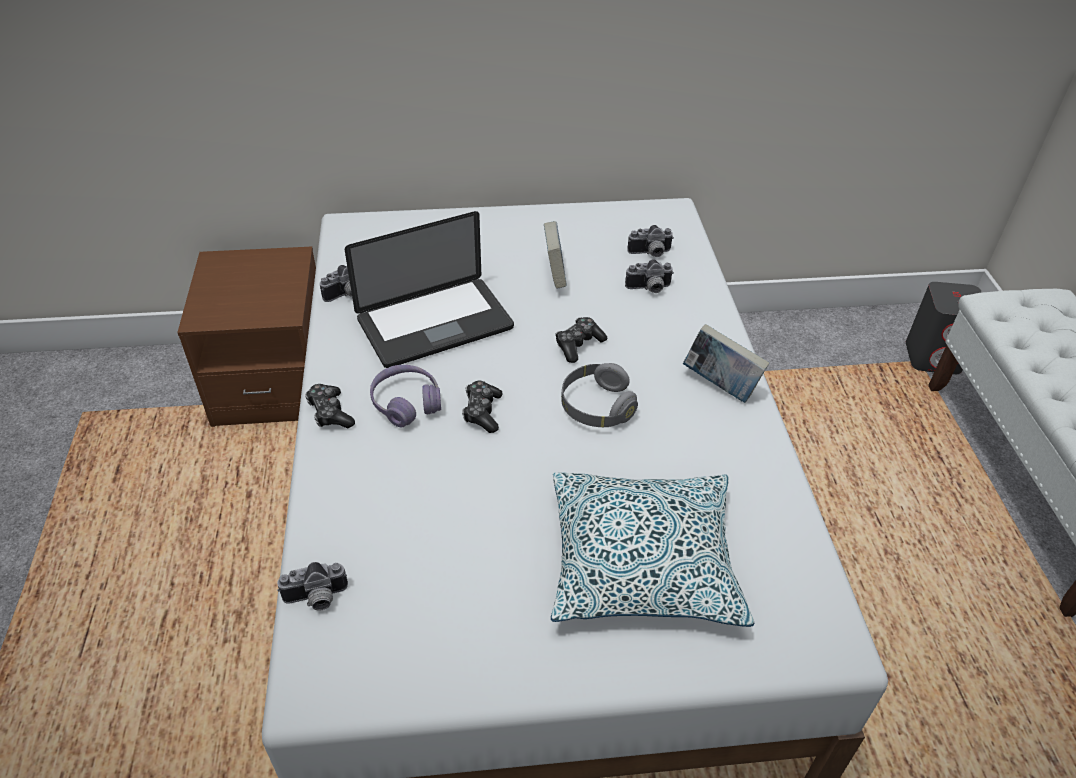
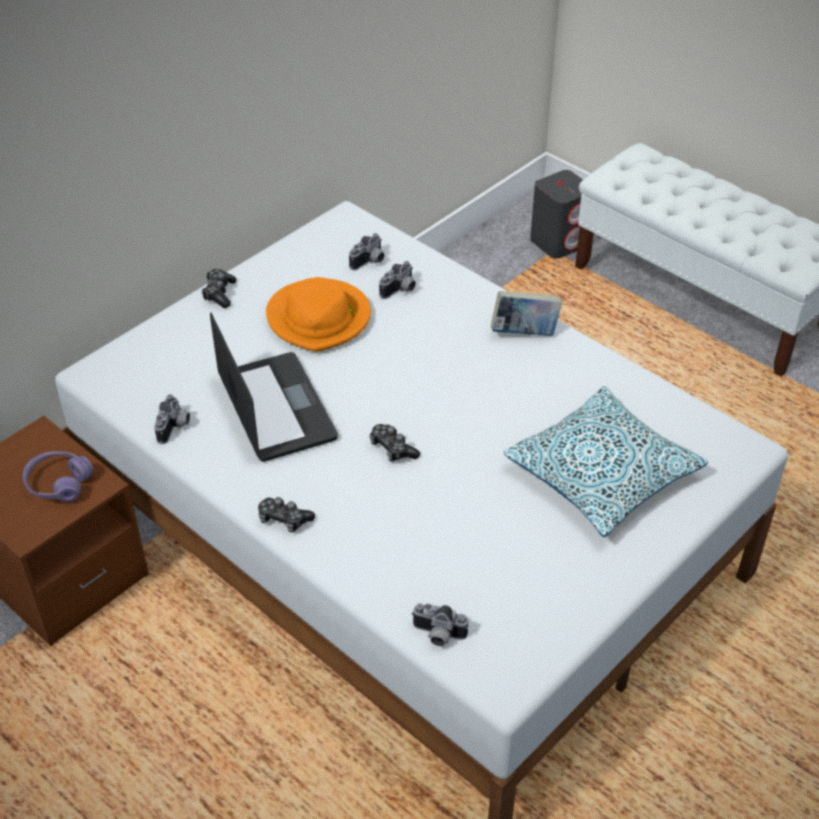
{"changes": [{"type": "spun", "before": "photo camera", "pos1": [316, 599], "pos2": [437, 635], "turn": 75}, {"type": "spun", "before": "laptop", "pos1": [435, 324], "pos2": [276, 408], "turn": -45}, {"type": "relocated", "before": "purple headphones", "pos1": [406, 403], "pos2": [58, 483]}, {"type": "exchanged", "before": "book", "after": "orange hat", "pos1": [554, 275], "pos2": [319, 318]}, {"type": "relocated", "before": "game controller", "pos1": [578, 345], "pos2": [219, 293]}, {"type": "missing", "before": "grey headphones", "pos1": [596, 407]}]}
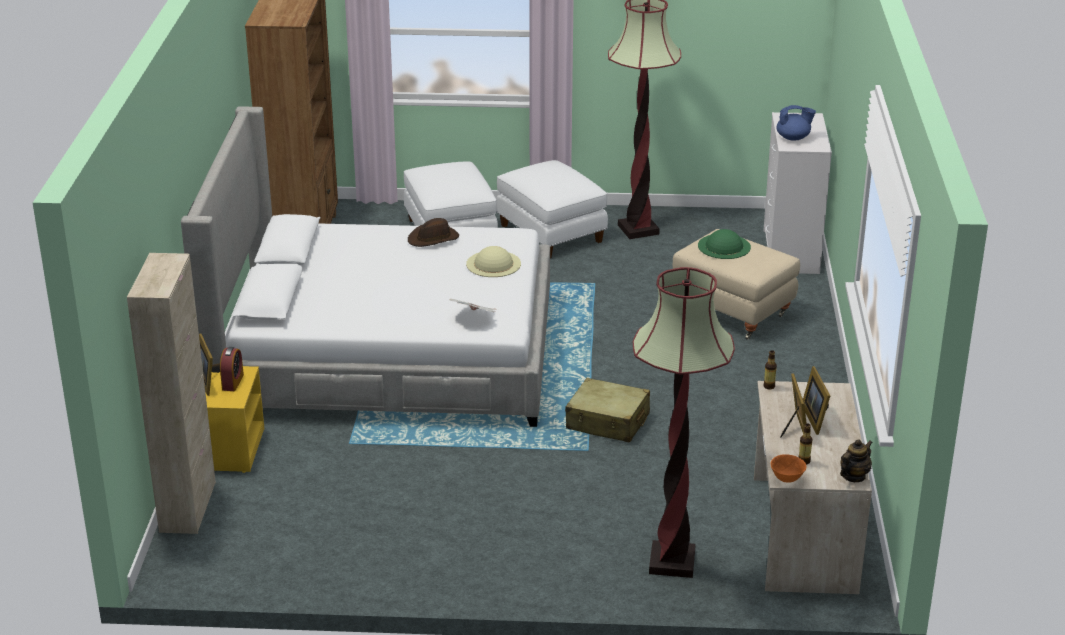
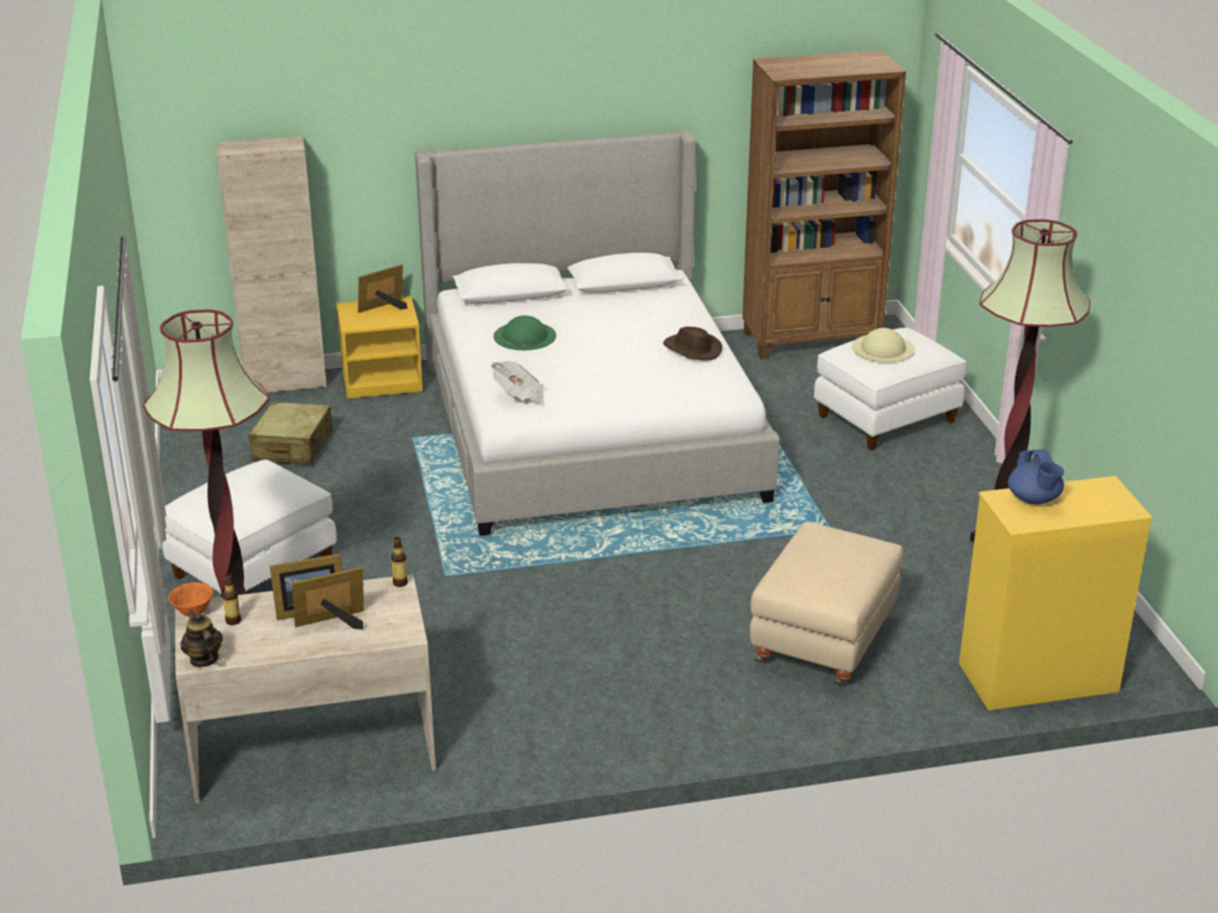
{"changes": [{"type": "missing", "before": "alarm clock", "pos1": [232, 382]}, {"type": "relocated", "before": "beige hat", "pos1": [493, 264], "pos2": [883, 348]}, {"type": "relocated", "before": "white ottoman", "pos1": [550, 233], "pos2": [253, 568]}, {"type": "relocated", "before": "beige suitcase", "pos1": [608, 422], "pos2": [292, 447]}, {"type": "relocated", "before": "green hat", "pos1": [724, 246], "pos2": [524, 336]}, {"type": "colour", "before": "white dresser", "after": "yellow dresser", "pos1": [791, 252], "pos2": [1036, 678]}, {"type": "spun", "before": "teapot", "pos1": [853, 476], "pos2": [203, 659], "turn": -150}]}
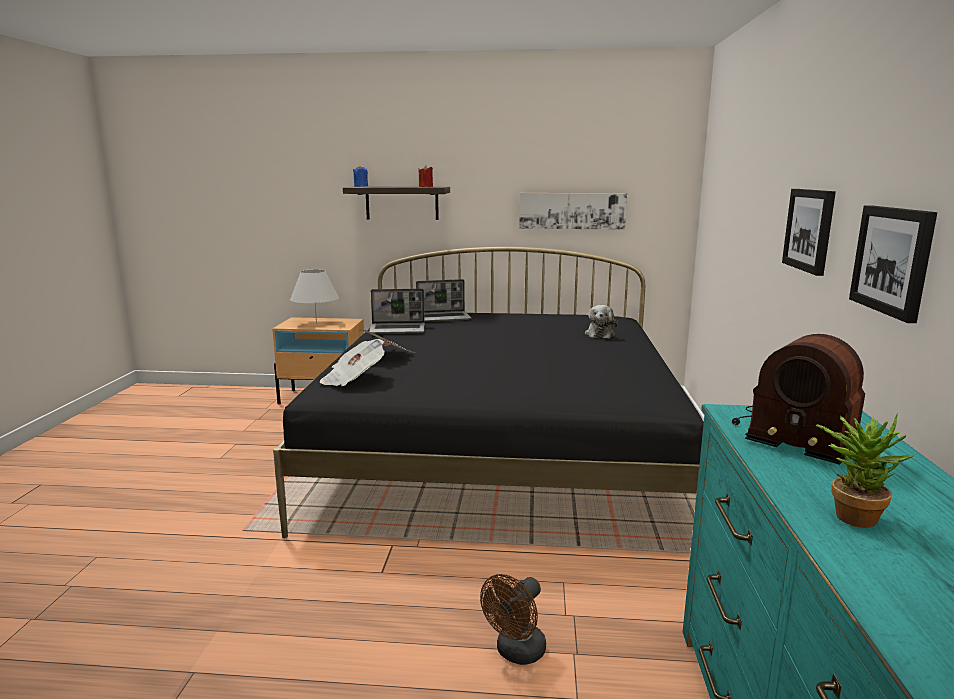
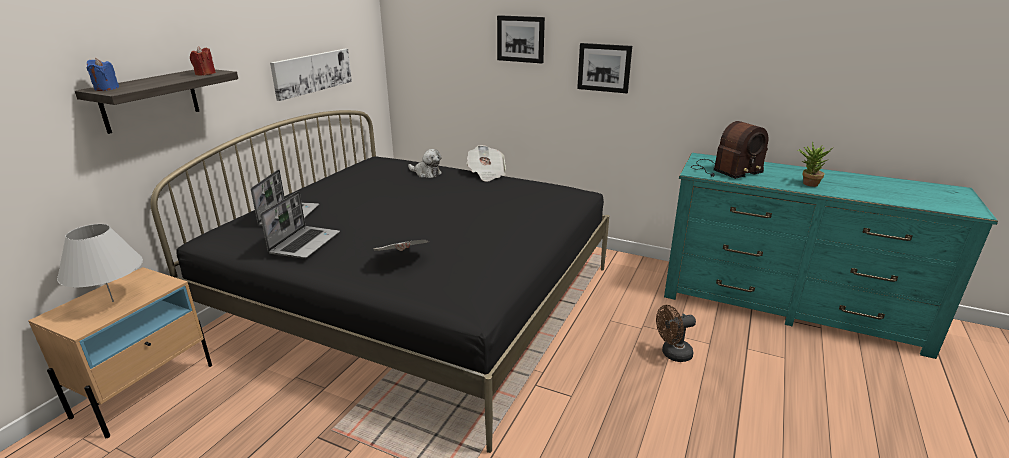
{"changes": [{"type": "relocated", "before": "newspaper", "pos1": [353, 379], "pos2": [486, 174]}, {"type": "spun", "before": "brown fan", "pos1": [516, 653], "pos2": [672, 354], "turn": 105}, {"type": "relocated", "before": "picture", "pos1": [893, 260], "pos2": [521, 39]}]}
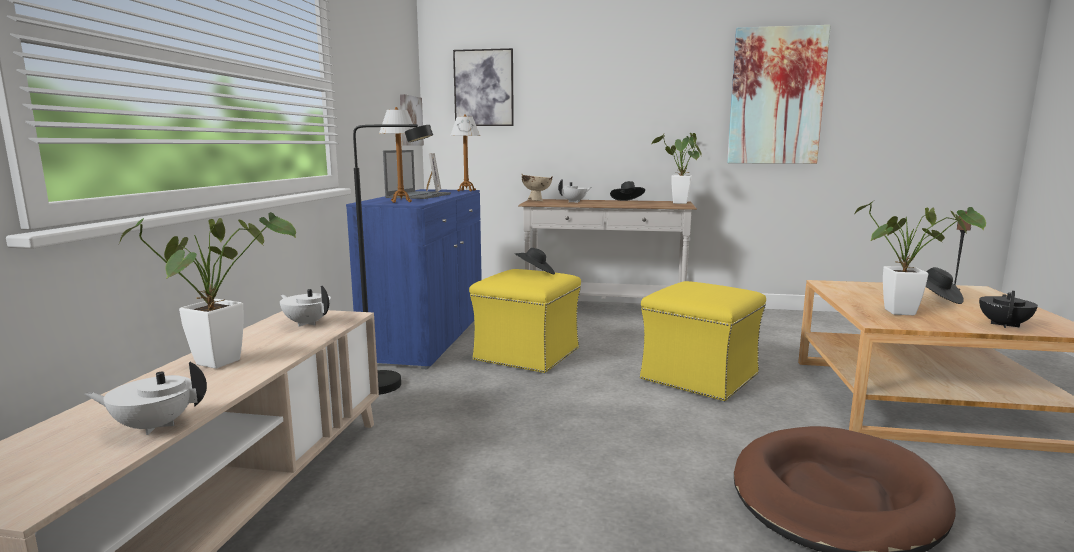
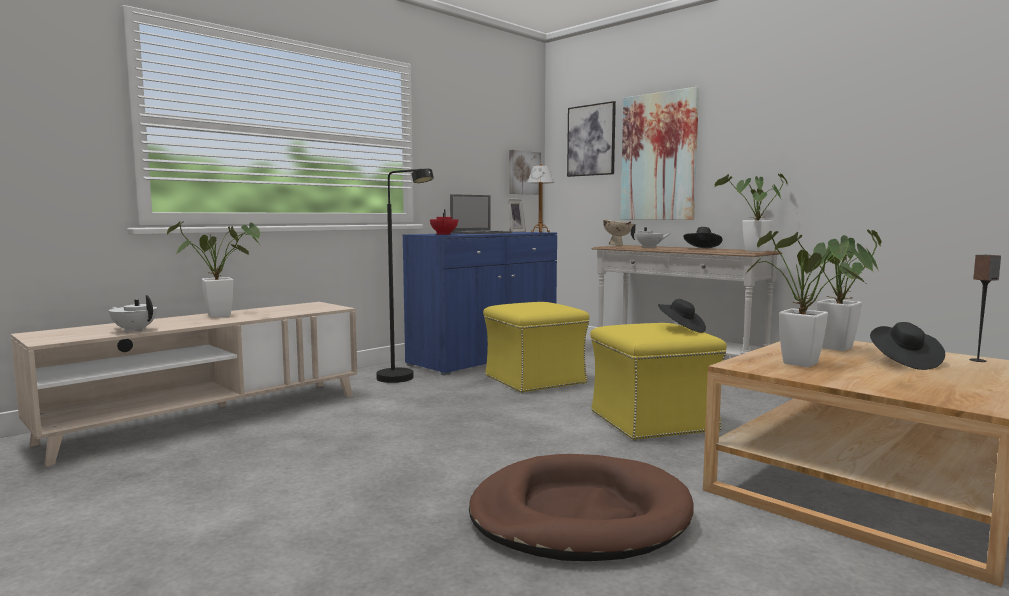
{"changes": [{"type": "missing", "before": "white teapot", "pos1": [307, 323]}, {"type": "exchanged", "before": "table lamp", "after": "red teapot", "pos1": [401, 201], "pos2": [443, 234]}, {"type": "relocated", "before": "black hat", "pos1": [535, 273], "pos2": [681, 329]}, {"type": "relocated", "before": "picture", "pos1": [776, 96], "pos2": [658, 157]}, {"type": "missing", "before": "black teapot", "pos1": [1004, 325]}, {"type": "appeared", "after": "potted plant", "pos2": [832, 349]}]}
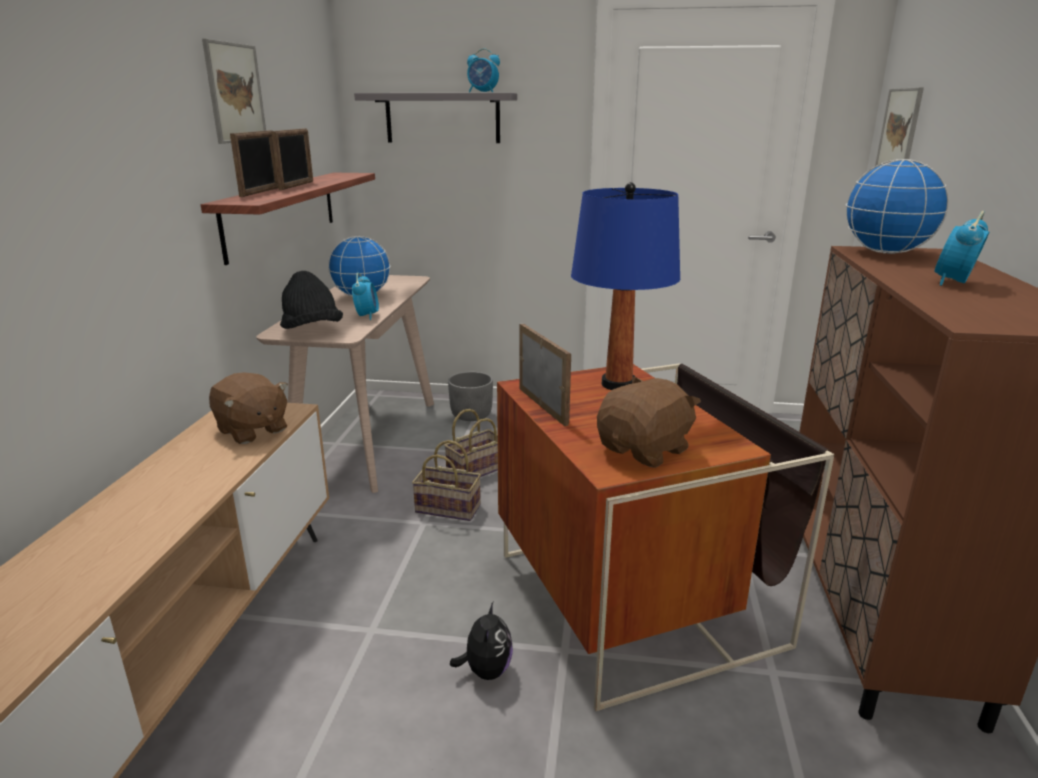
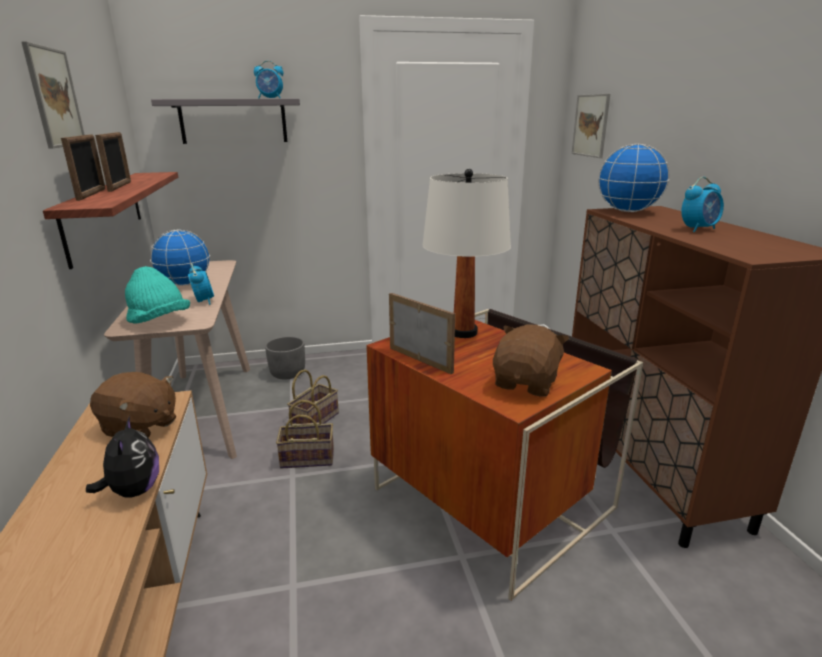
{"changes": [{"type": "colour", "before": "black hat", "after": "turquoise hat", "pos1": [312, 330], "pos2": [159, 321]}, {"type": "relocated", "before": "plush toy", "pos1": [486, 670], "pos2": [134, 491]}, {"type": "colour", "before": "blue table lamp", "after": "white table lamp", "pos1": [619, 384], "pos2": [463, 332]}, {"type": "spun", "before": "alarm clock", "pos1": [953, 283], "pos2": [698, 229], "turn": -135}]}
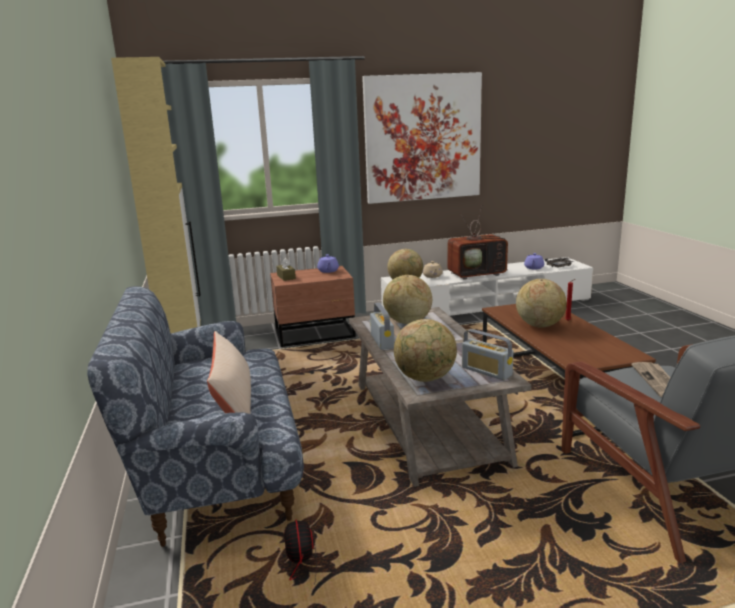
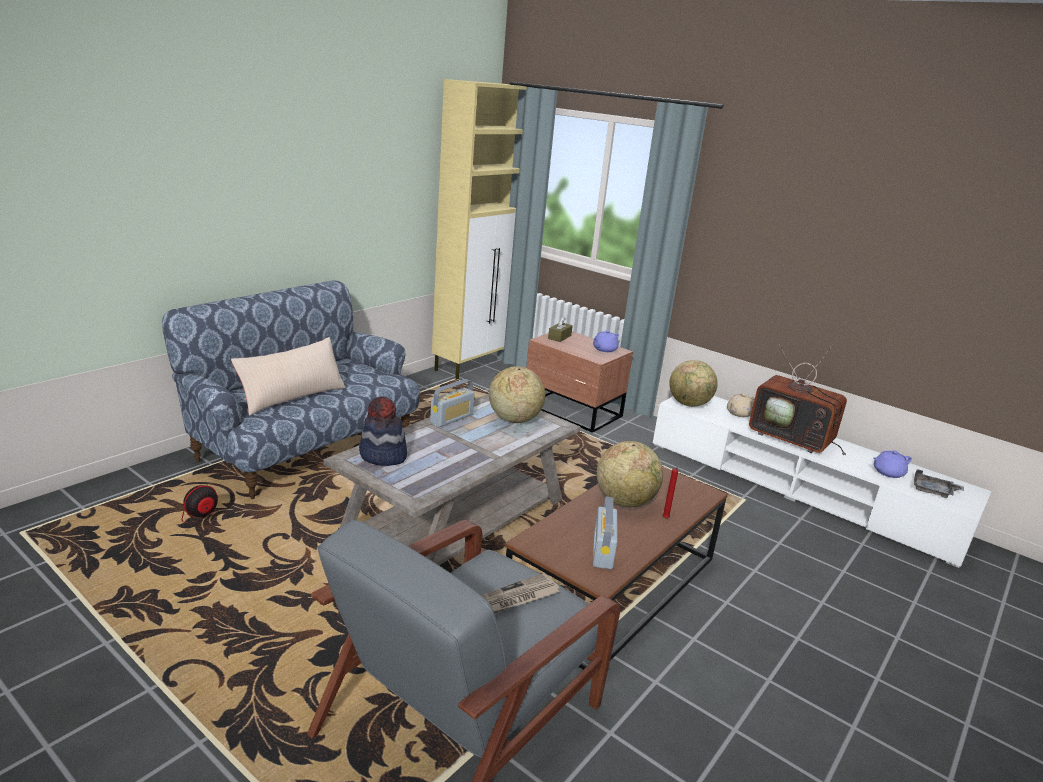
{"changes": [{"type": "missing", "before": "picture", "pos1": [423, 138]}, {"type": "exchanged", "before": "globe", "after": "hat", "pos1": [425, 378], "pos2": [382, 456]}, {"type": "relocated", "before": "radio", "pos1": [486, 371], "pos2": [603, 551]}]}
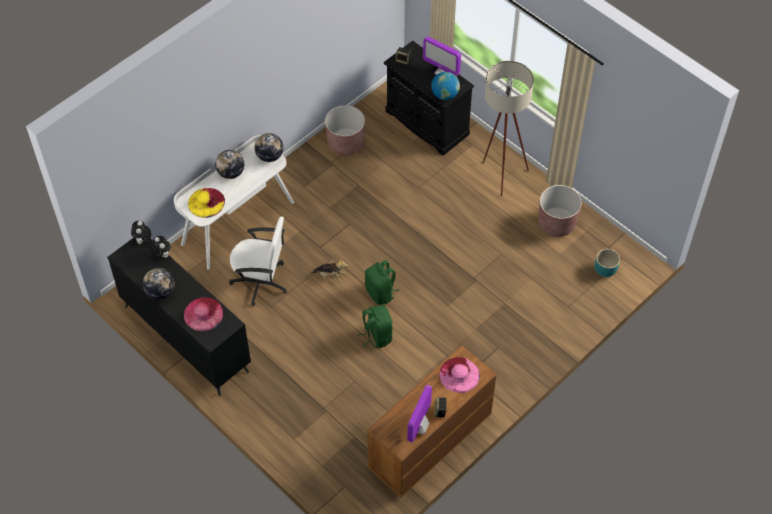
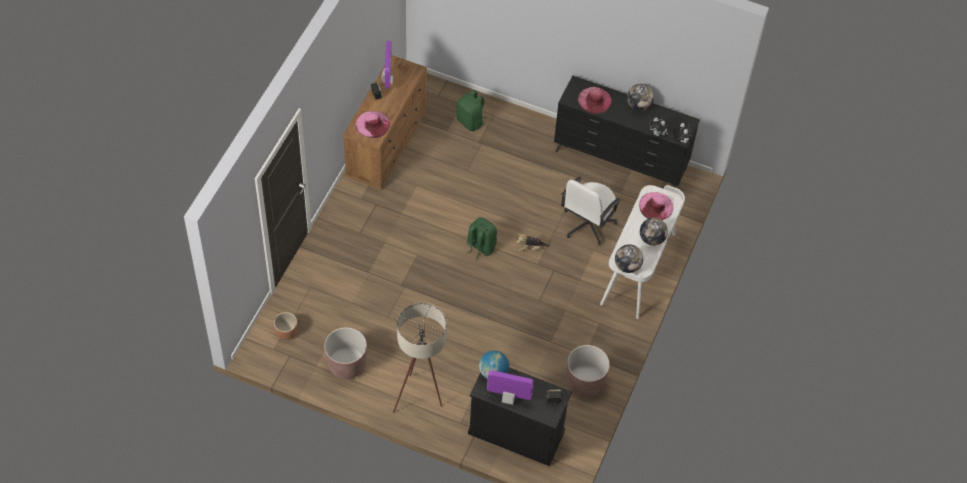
{"changes": [{"type": "colour", "before": "yellow hat", "after": "pink hat", "pos1": [206, 202], "pos2": [656, 206]}, {"type": "spun", "before": "white office chair", "pos1": [261, 281], "pos2": [587, 224], "turn": -45}, {"type": "relocated", "before": "green backpack", "pos1": [377, 335], "pos2": [470, 121]}, {"type": "colour", "before": "turquoise planter", "after": "brown planter", "pos1": [605, 270], "pos2": [286, 332]}]}
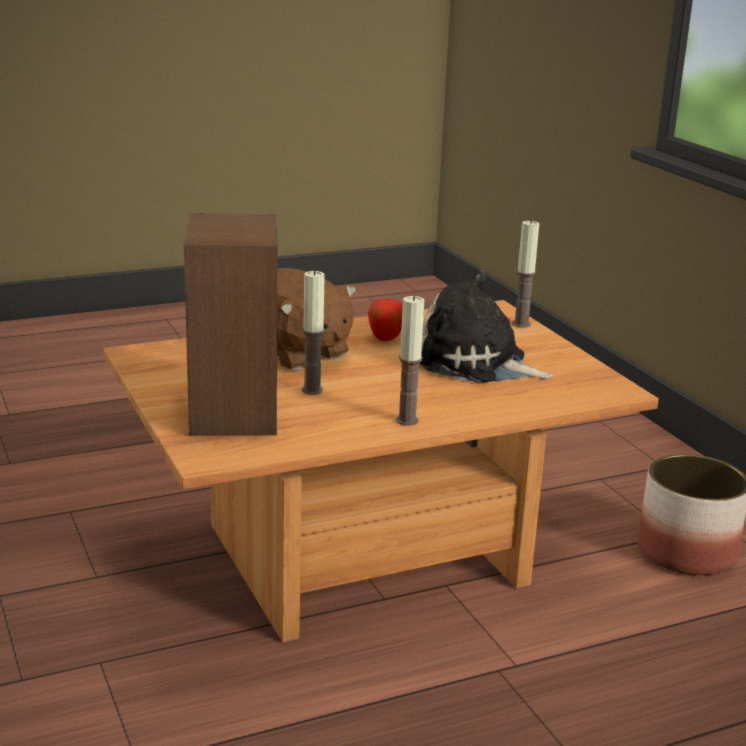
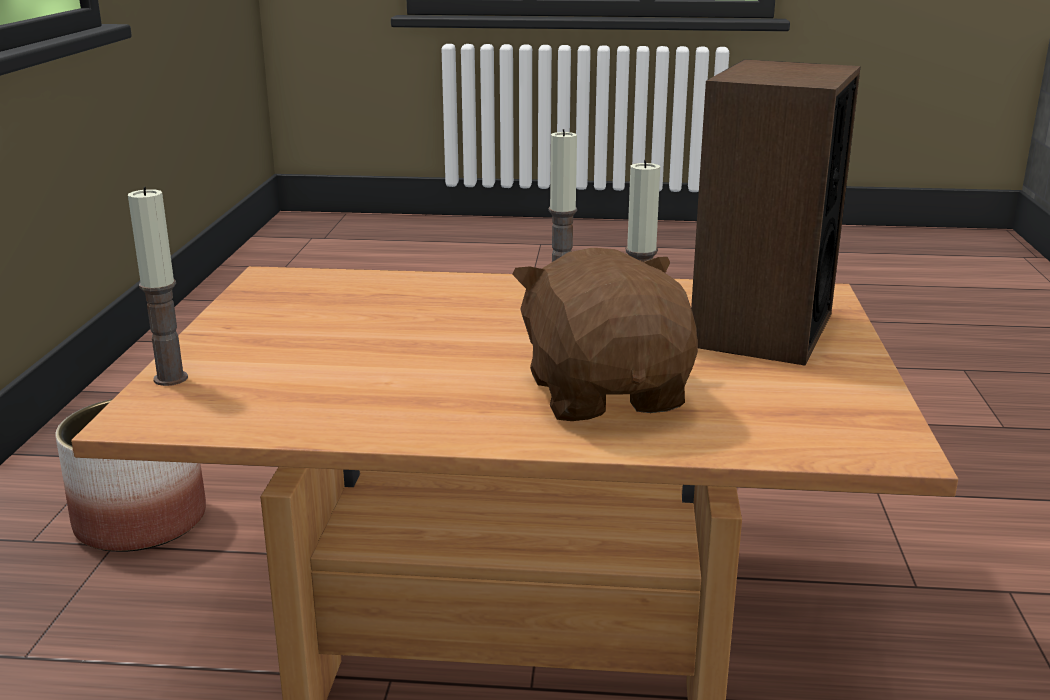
{"changes": [{"type": "missing", "before": "apple", "pos1": [385, 339]}, {"type": "missing", "before": "plush toy", "pos1": [476, 364]}]}
